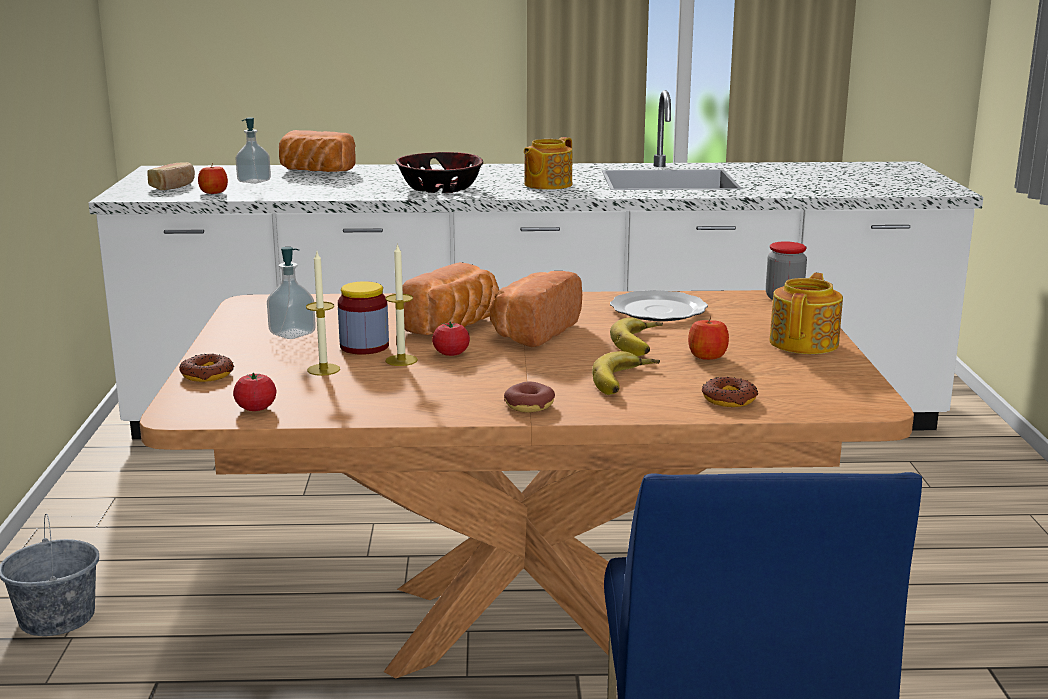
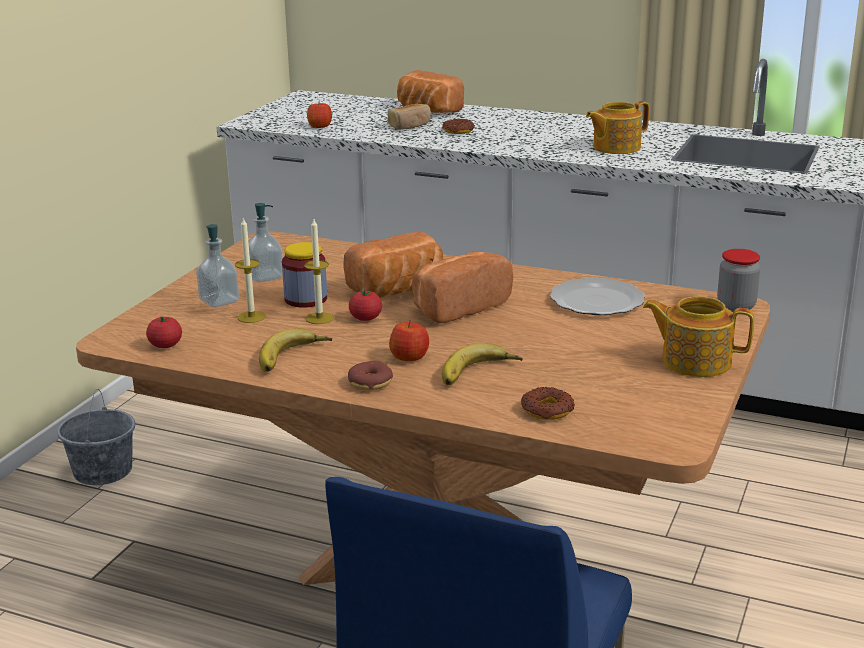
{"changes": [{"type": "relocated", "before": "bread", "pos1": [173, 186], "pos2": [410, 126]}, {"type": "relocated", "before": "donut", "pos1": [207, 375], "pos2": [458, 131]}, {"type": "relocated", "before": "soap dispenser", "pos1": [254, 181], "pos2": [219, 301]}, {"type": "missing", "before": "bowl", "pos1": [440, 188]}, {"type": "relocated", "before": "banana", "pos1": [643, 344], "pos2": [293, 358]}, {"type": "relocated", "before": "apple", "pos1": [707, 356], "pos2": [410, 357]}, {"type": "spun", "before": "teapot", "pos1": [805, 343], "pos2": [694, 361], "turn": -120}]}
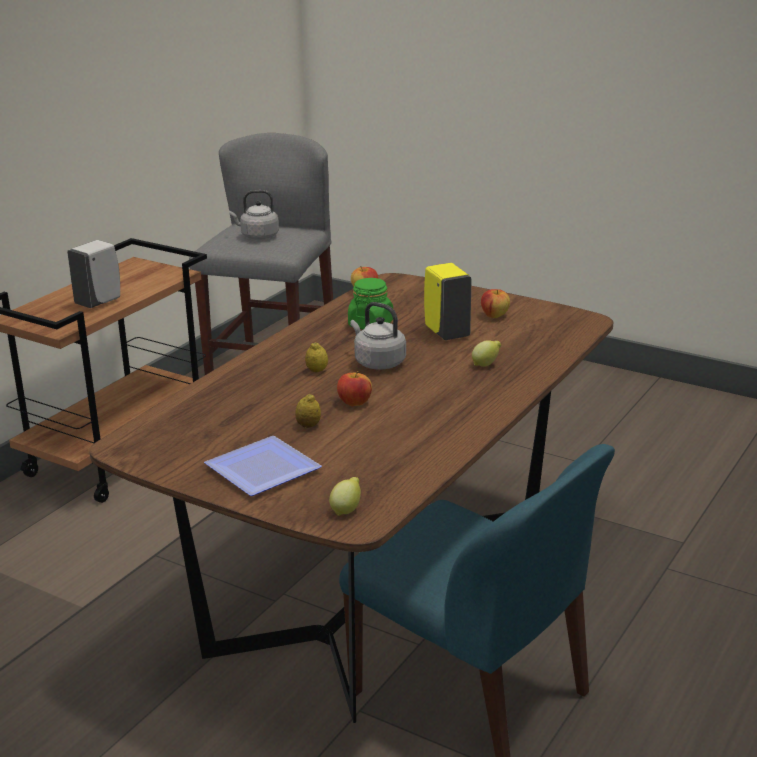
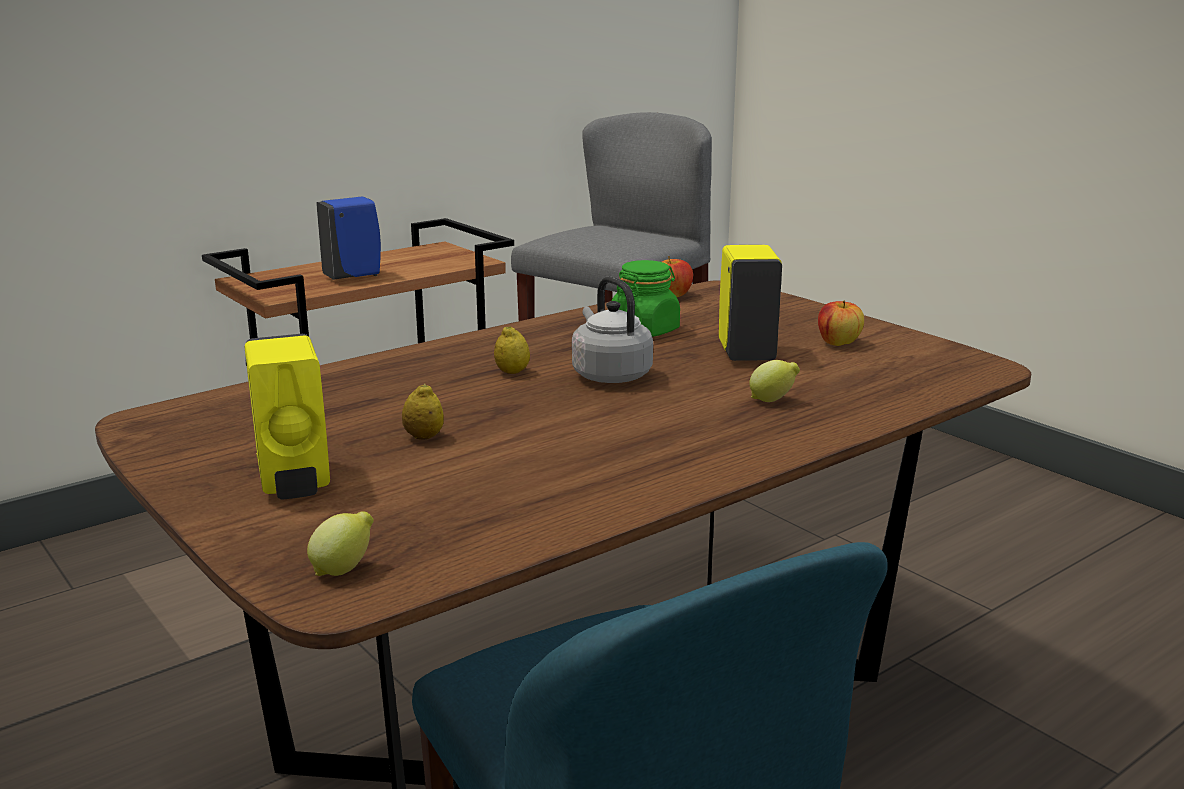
{"changes": [{"type": "colour", "before": "white soap dispenser", "after": "blue soap dispenser", "pos1": [100, 302], "pos2": [354, 277]}, {"type": "exchanged", "before": "plate", "after": "yellow soap dispenser", "pos1": [263, 468], "pos2": [294, 482]}, {"type": "missing", "before": "grey kettle", "pos1": [257, 236]}, {"type": "missing", "before": "apple", "pos1": [354, 403]}]}
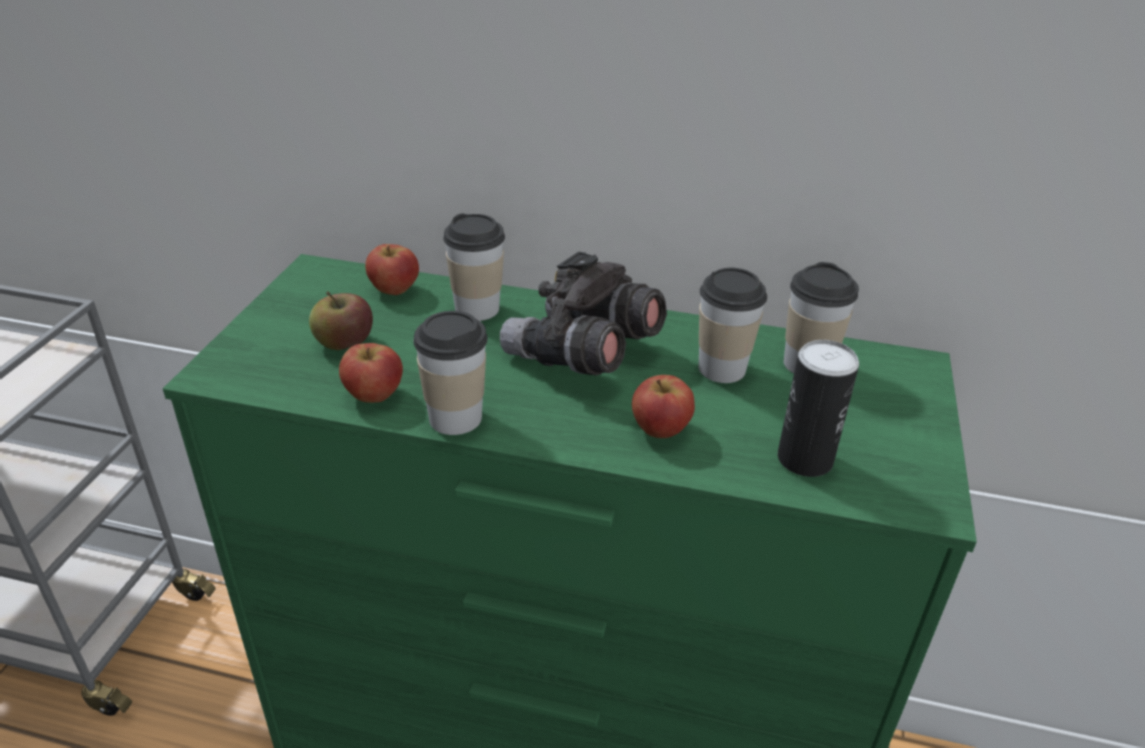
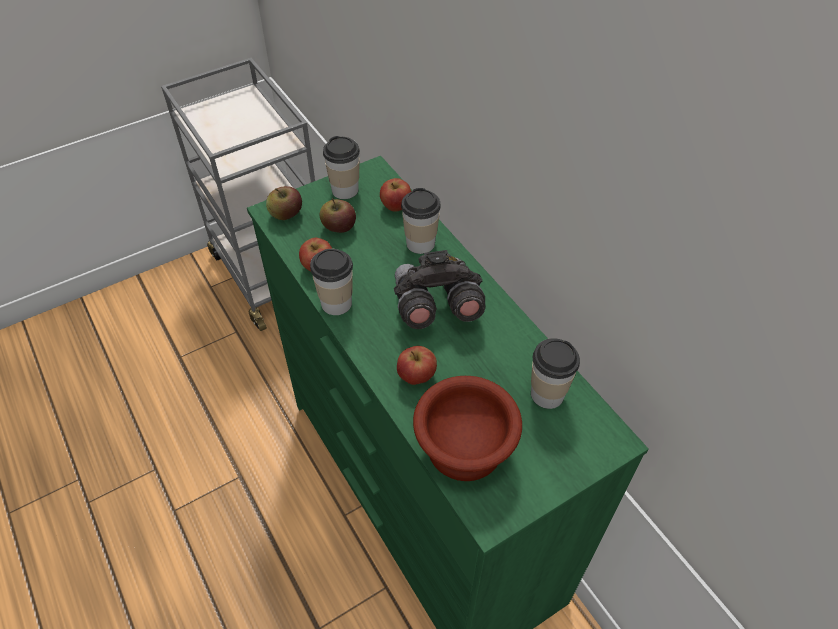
{"changes": [{"type": "relocated", "before": "cup", "pos1": [722, 368], "pos2": [345, 190]}, {"type": "exchanged", "before": "can", "after": "brown bowl", "pos1": [805, 459], "pos2": [463, 444]}, {"type": "appeared", "after": "apple", "pos2": [286, 214]}]}
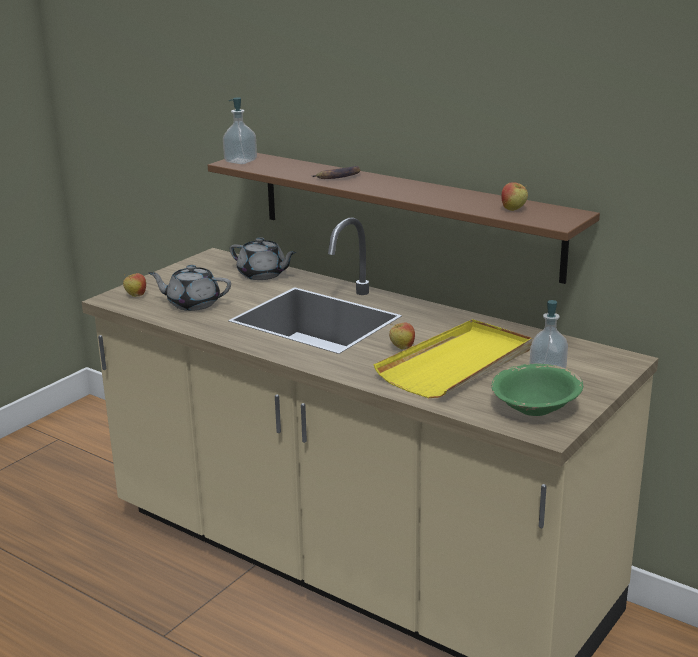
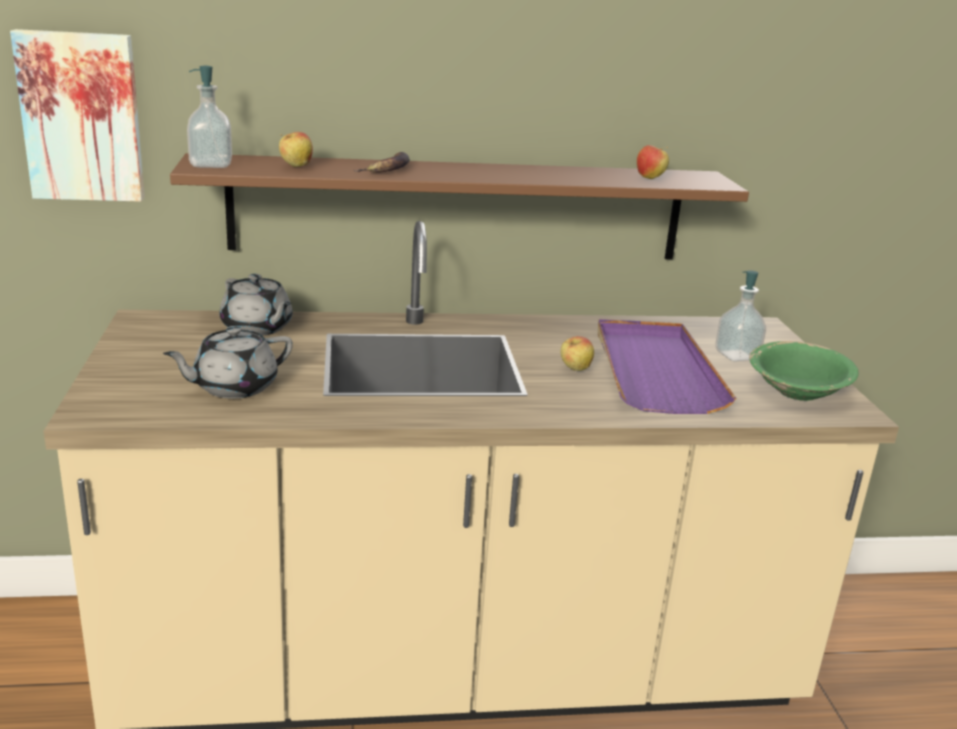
{"changes": [{"type": "relocated", "before": "apple", "pos1": [136, 296], "pos2": [296, 166]}, {"type": "spun", "before": "grey teapot", "pos1": [262, 275], "pos2": [257, 328], "turn": 60}, {"type": "colour", "before": "yellow tray", "after": "purple tray", "pos1": [457, 364], "pos2": [655, 370]}, {"type": "appeared", "after": "picture", "pos2": [82, 117]}]}
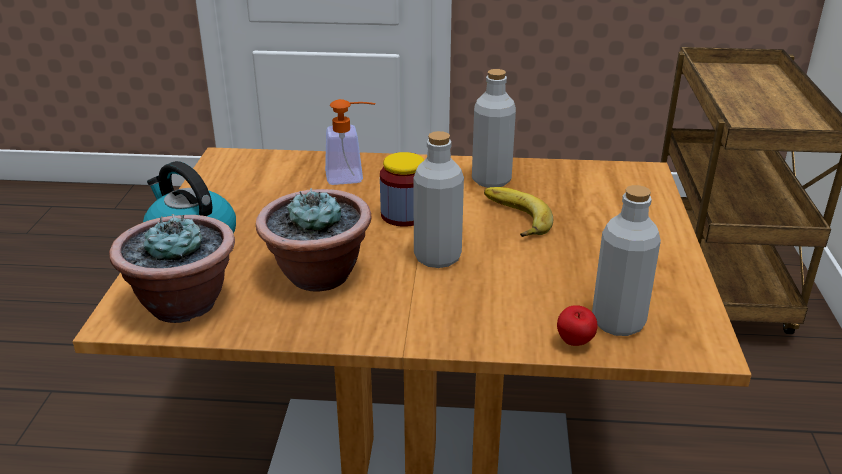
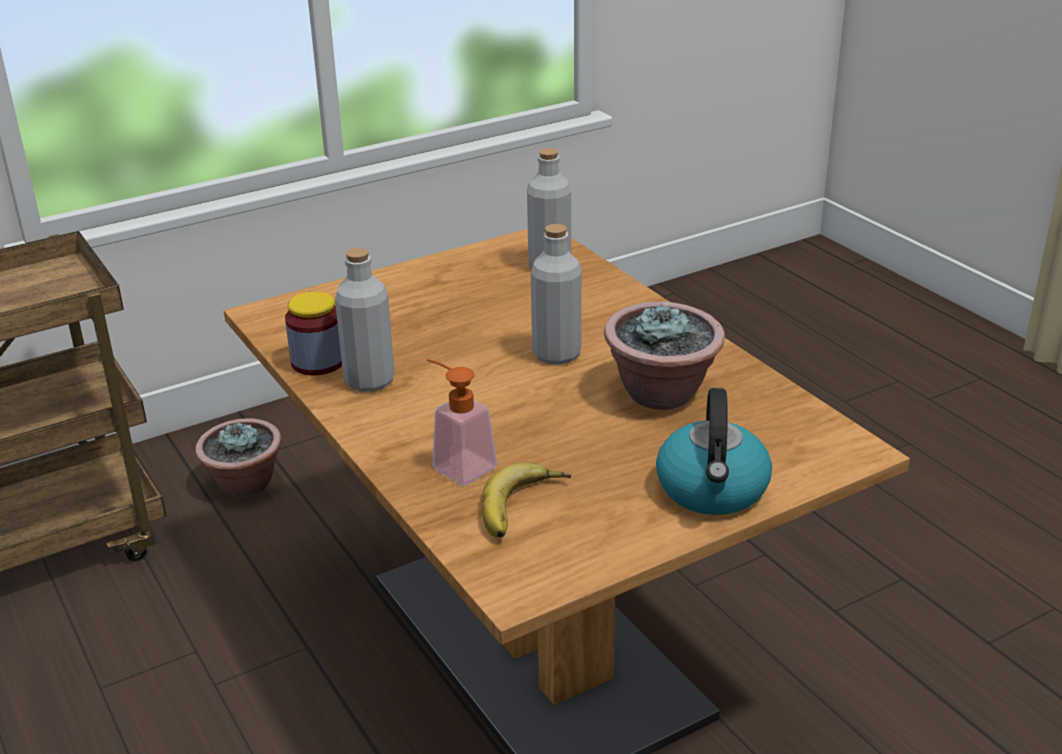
{"changes": [{"type": "relocated", "before": "potted plant", "pos1": [183, 304], "pos2": [245, 485]}, {"type": "relocated", "before": "jar", "pos1": [404, 215], "pos2": [318, 362]}, {"type": "relocated", "before": "banana", "pos1": [512, 218], "pos2": [524, 508]}, {"type": "missing", "before": "apple", "pos1": [574, 343]}]}
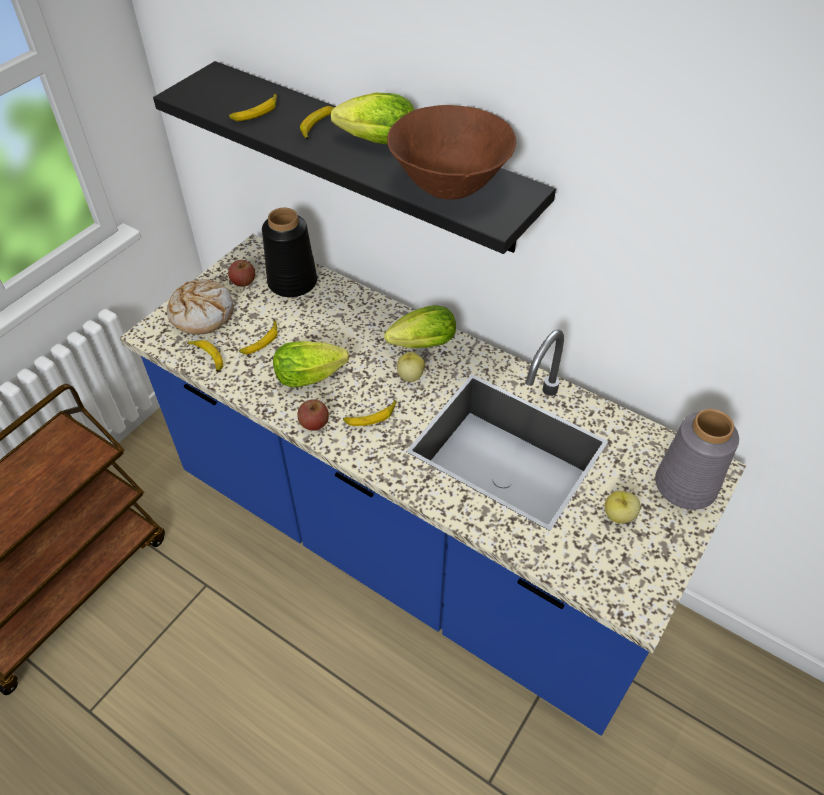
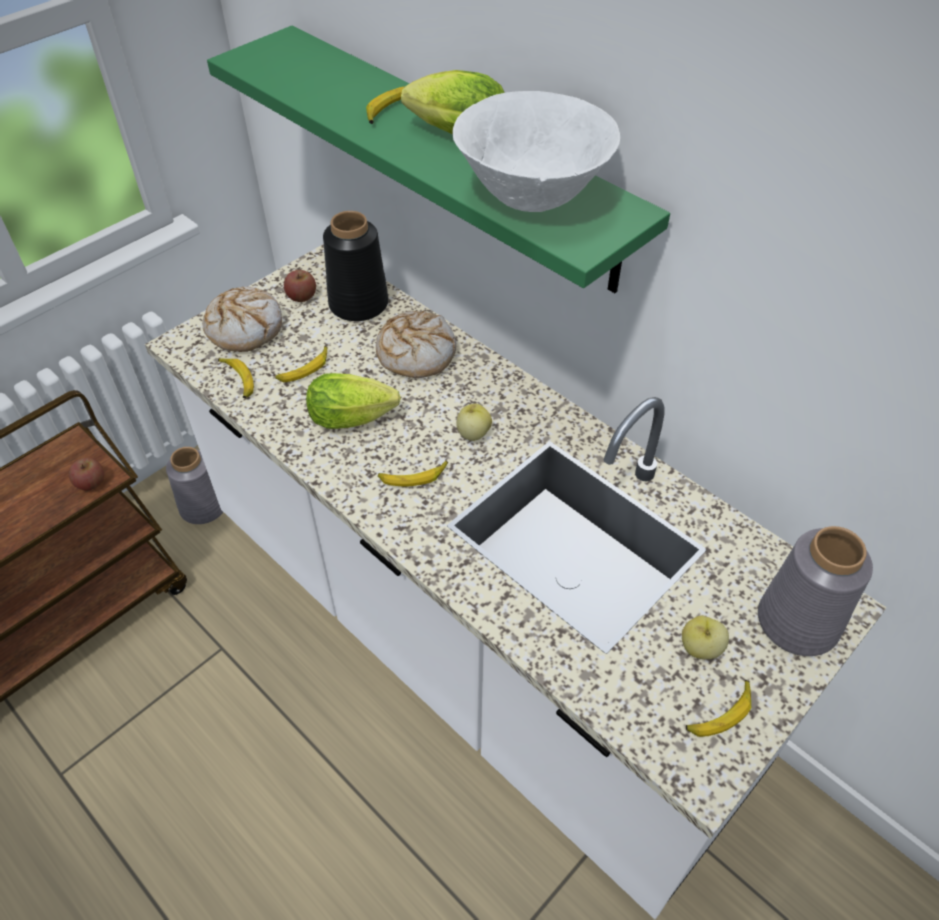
{"changes": [{"type": "colour", "before": "blue counter", "after": "white counter", "pos1": [412, 546], "pos2": [469, 640]}, {"type": "colour", "before": "black shelf", "after": "green shelf", "pos1": [371, 156], "pos2": [456, 156]}, {"type": "relocated", "before": "banana", "pos1": [255, 112], "pos2": [720, 713]}, {"type": "relocated", "before": "apple", "pos1": [314, 423], "pos2": [91, 483]}, {"type": "missing", "before": "lettuce", "pos1": [419, 345]}, {"type": "colour", "before": "brown bowl", "after": "white bowl", "pos1": [450, 188], "pos2": [533, 199]}, {"type": "appeared", "after": "grey vase", "pos2": [203, 507]}, {"type": "appeared", "after": "bread", "pos2": [415, 353]}]}
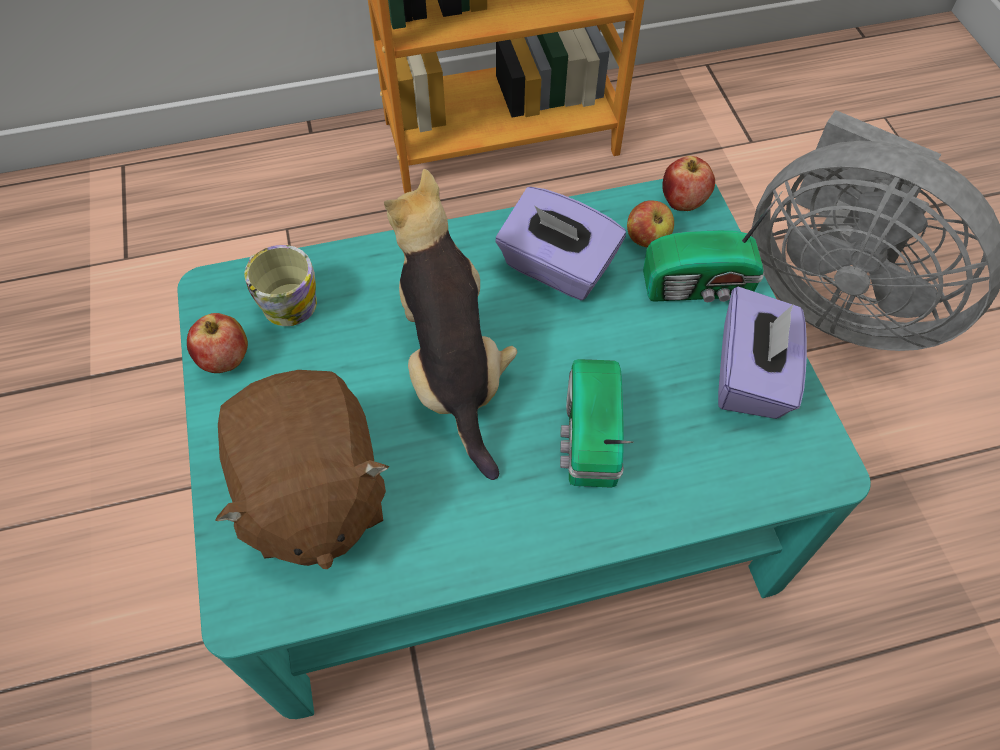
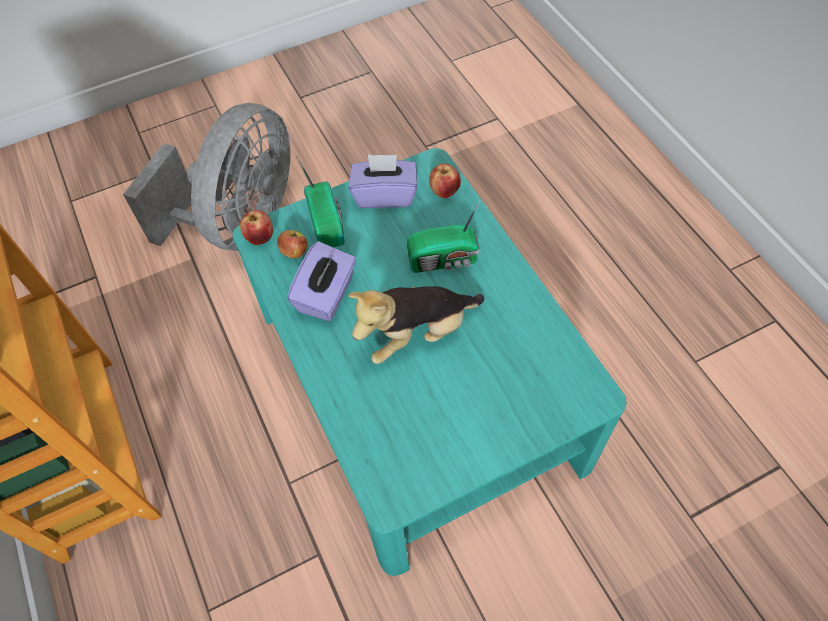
{"changes": [{"type": "relocated", "before": "apple", "pos1": [225, 360], "pos2": [444, 191]}, {"type": "missing", "before": "brown plush toy", "pos1": [311, 494]}, {"type": "missing", "before": "mug", "pos1": [284, 300]}]}
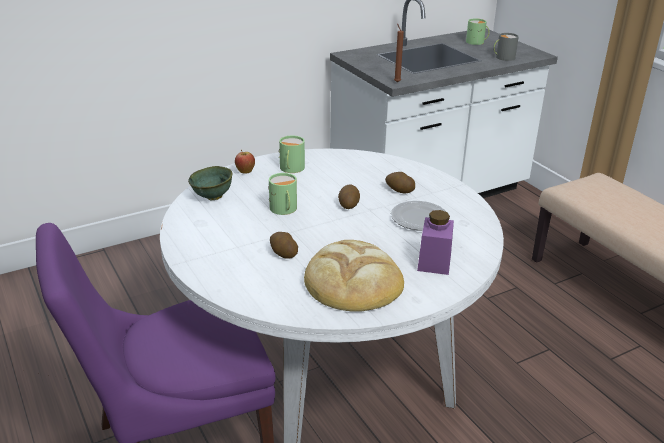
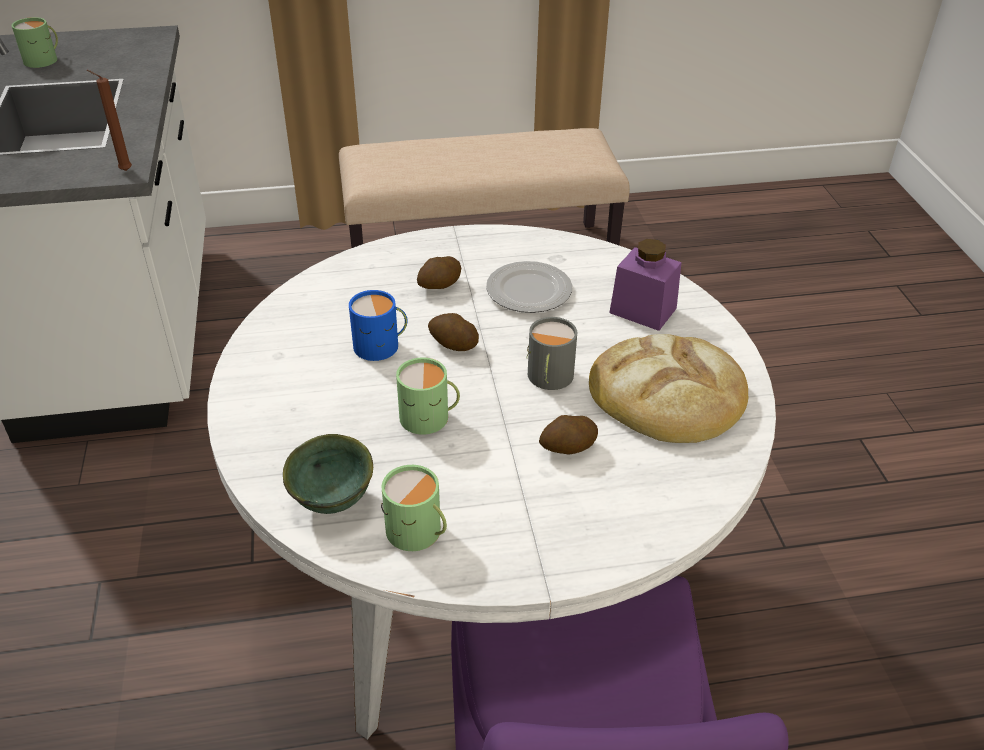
{"changes": [{"type": "missing", "before": "apple", "pos1": [245, 172]}, {"type": "relocated", "before": "green mug", "pos1": [291, 168], "pos2": [418, 533]}, {"type": "relocated", "before": "grey mug", "pos1": [503, 57], "pos2": [548, 378]}, {"type": "appeared", "after": "blue mug", "pos2": [381, 346]}]}
